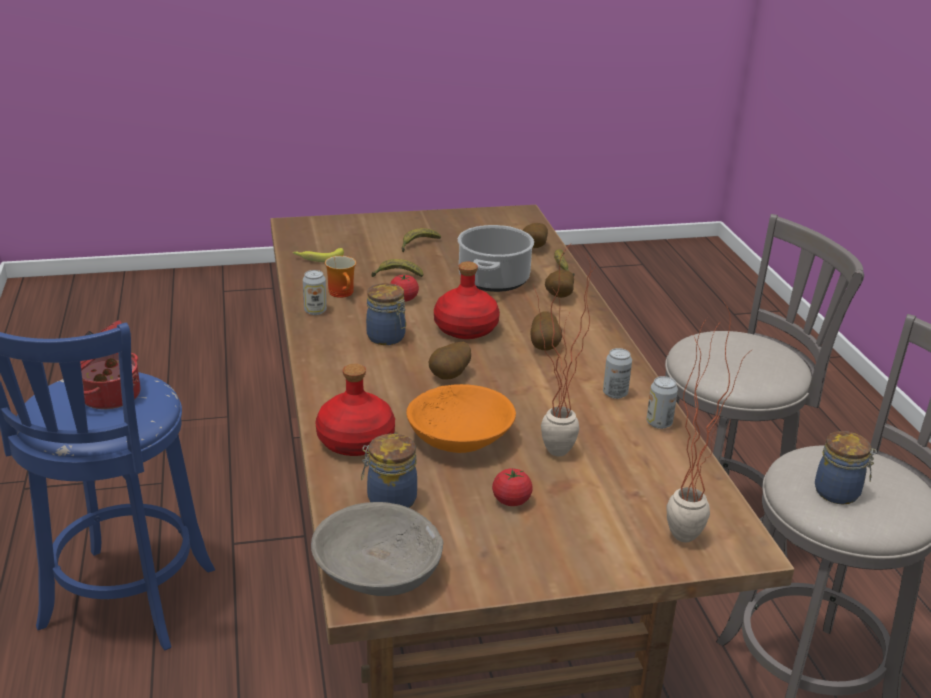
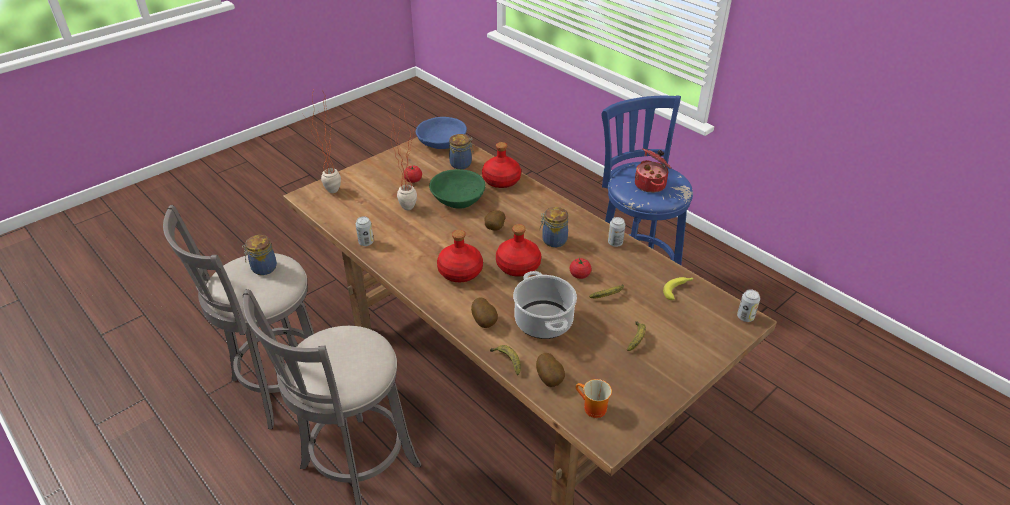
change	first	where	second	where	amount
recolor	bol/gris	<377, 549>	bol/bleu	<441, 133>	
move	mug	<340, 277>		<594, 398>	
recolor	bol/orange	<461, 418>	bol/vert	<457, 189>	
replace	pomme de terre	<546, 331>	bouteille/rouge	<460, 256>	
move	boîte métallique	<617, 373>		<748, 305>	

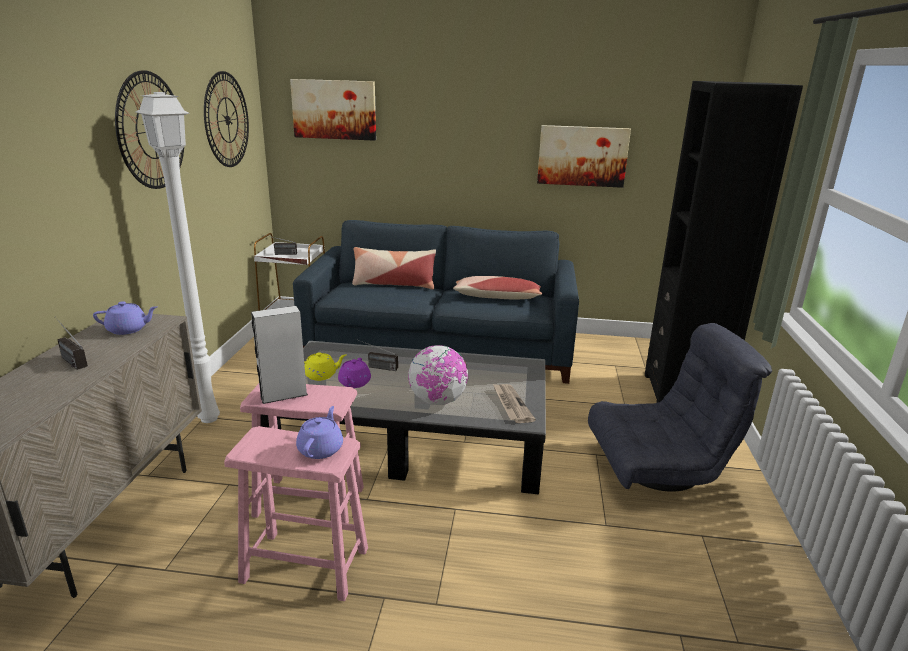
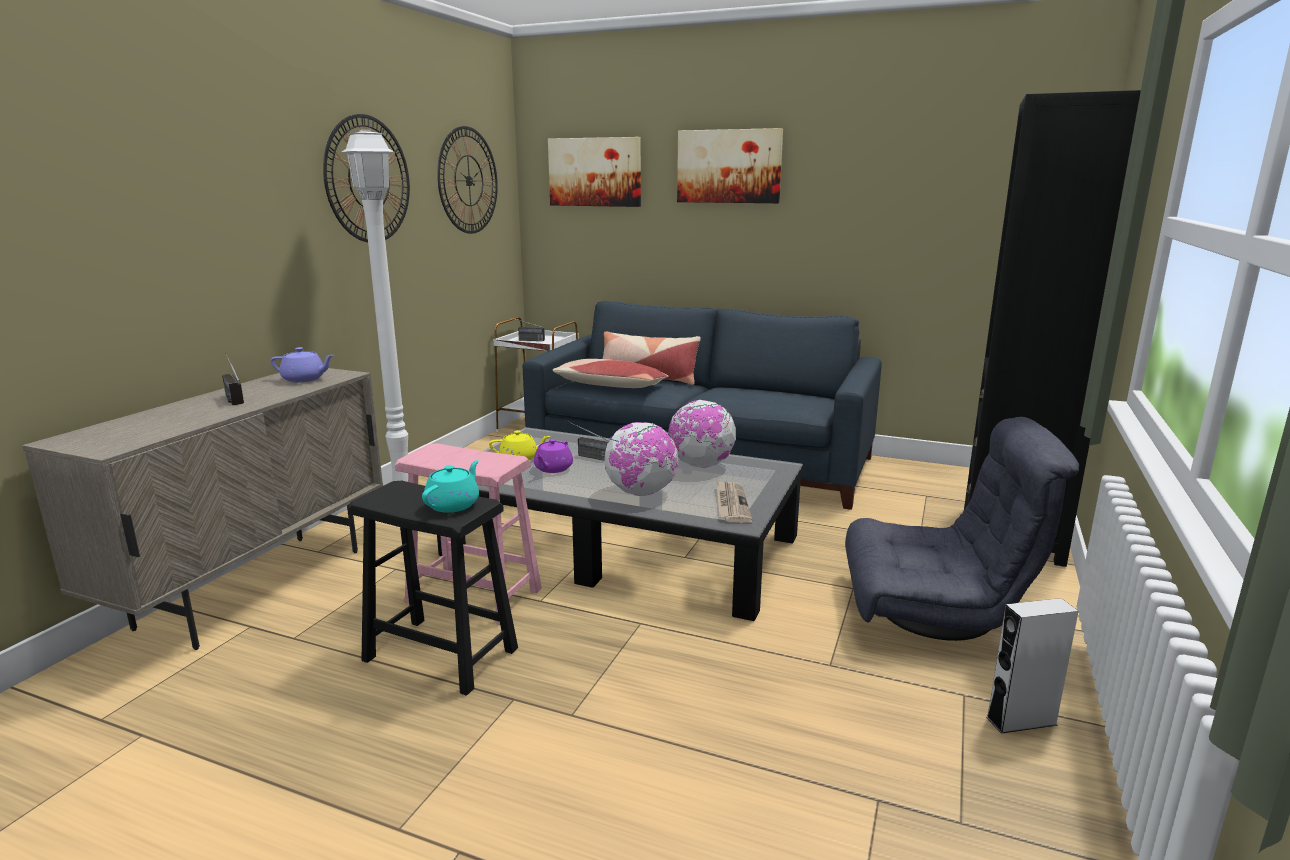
change	first	where	second	where	amount
recolor	tabouret/rose	<296, 513>	tabouret/noir	<433, 588>	
move	enceinte/gris	<279, 355>		<1032, 666>	
recolor	théière/violet	<319, 432>	théière/turquoise	<450, 486>	
move	coussin	<497, 287>		<610, 373>	
move	tableau	<584, 156>		<730, 165>	
insert			globe	<702, 434>	

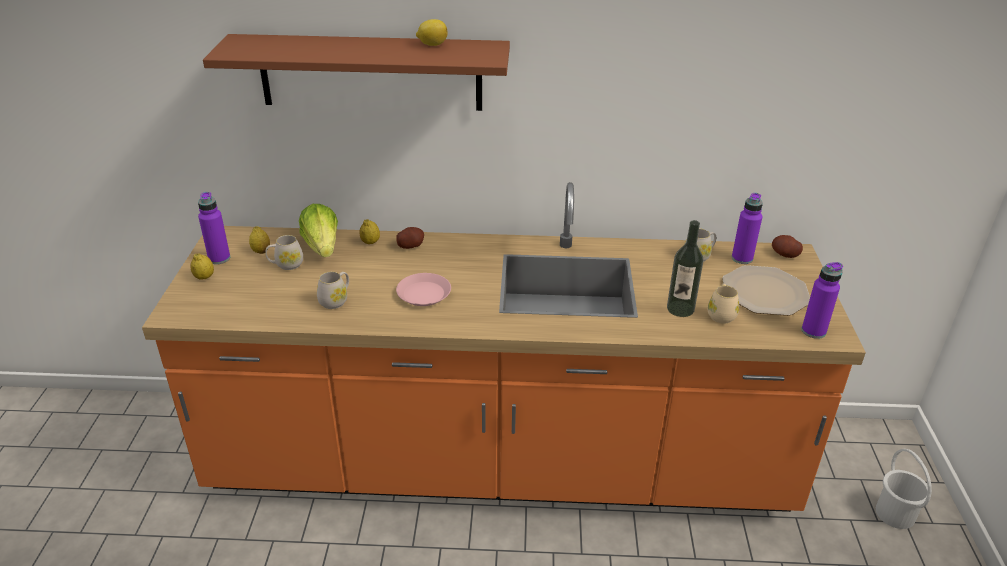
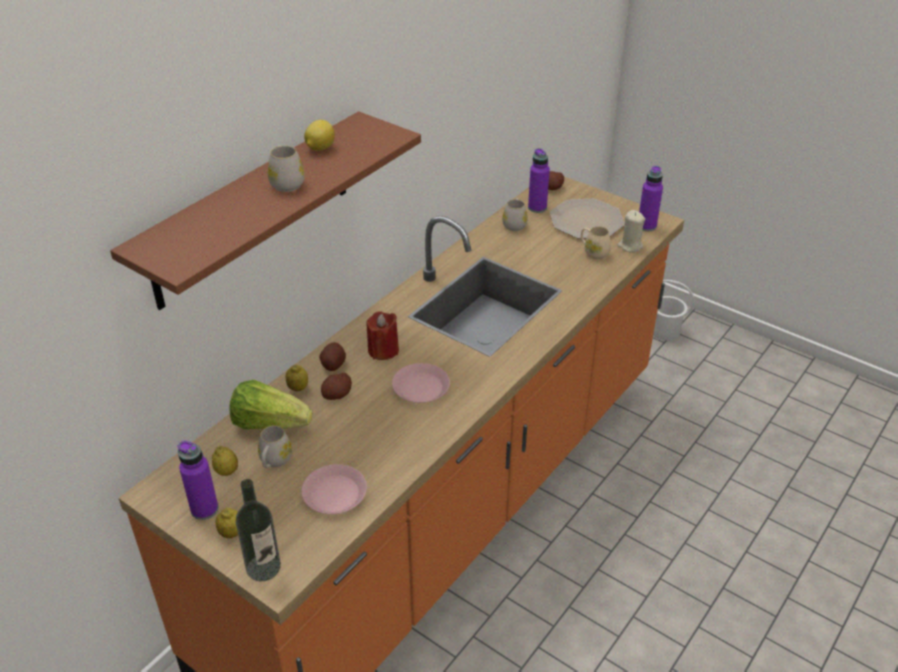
change	first	where	second	where	amount
move	mug/blanc	<333, 290>		<286, 168>	
move	bouteille	<685, 268>		<258, 530>	
insert			assiette/rose	<334, 489>	
insert			pomme de terre	<336, 386>	
insert			bougie/rouge	<382, 335>	
insert			bougie/beige	<631, 231>	

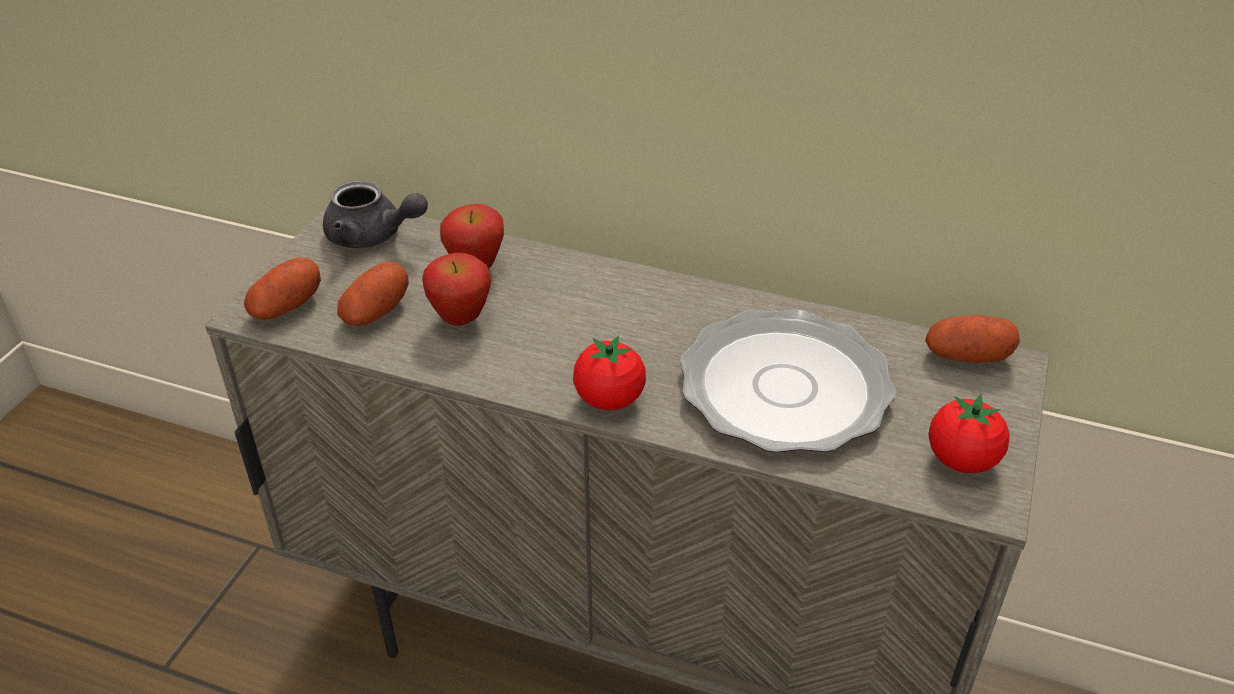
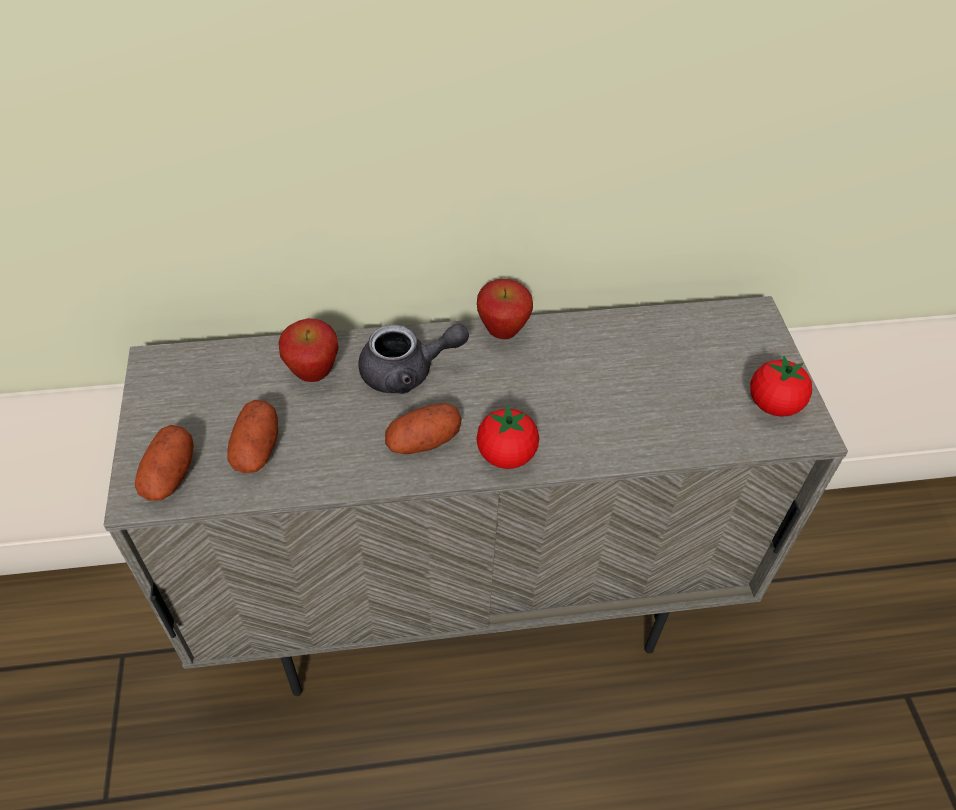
change	first	where	second	where	amount
move	théière/gris	<375, 214>		<413, 359>	
move	pomme	<456, 289>		<505, 309>	
delete	assiette	<788, 381>			
move	pomme de terre	<972, 339>		<423, 428>	

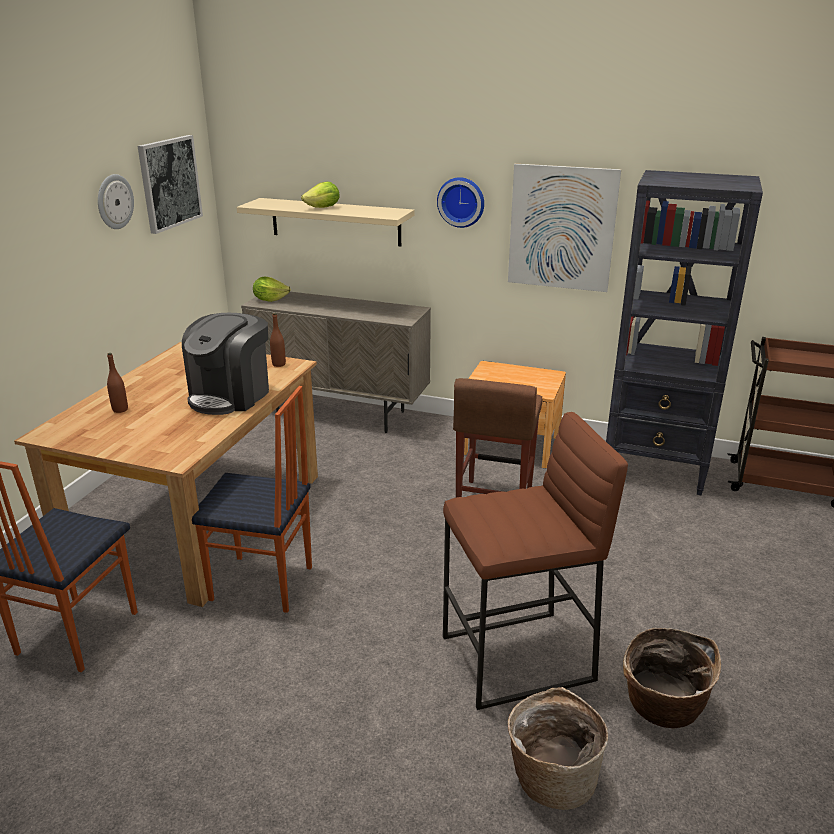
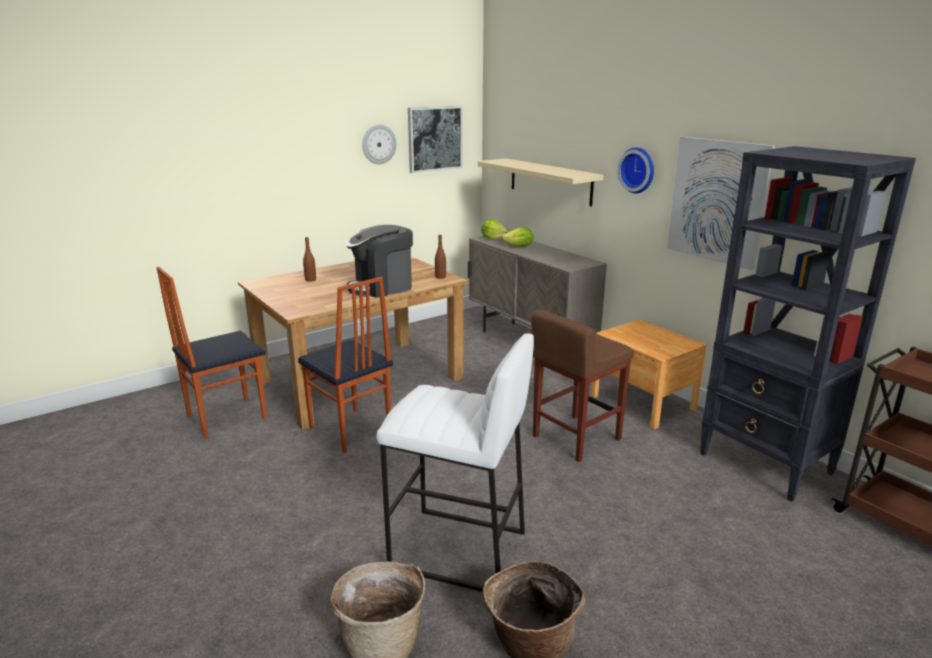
change	first	where	second	where	amount
move	laitue	<320, 195>		<518, 237>	
recolor	tabouret/marron	<535, 561>	tabouret/blanc	<455, 462>	

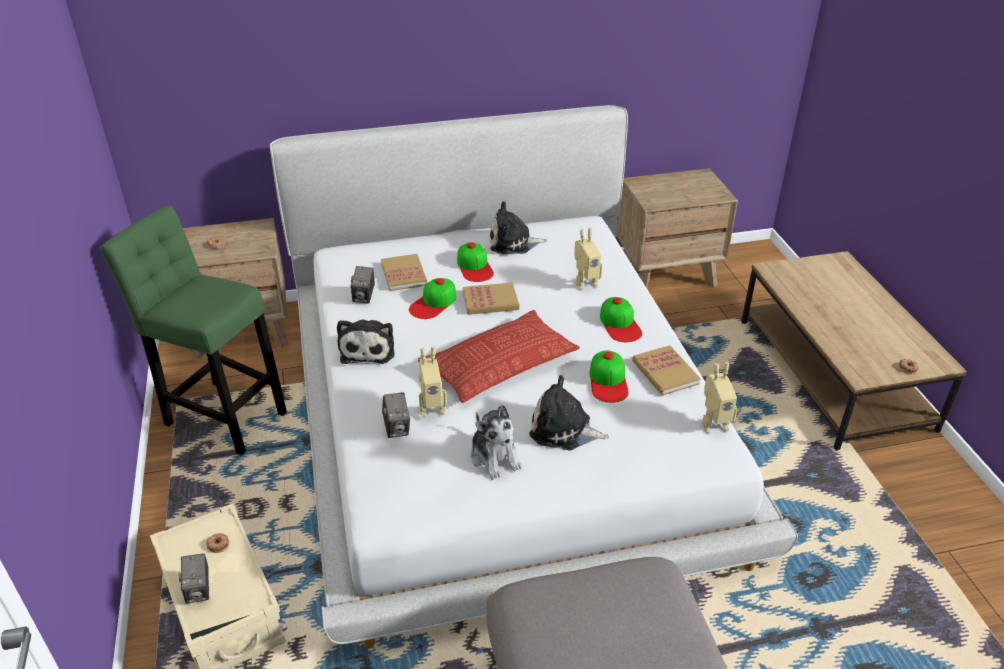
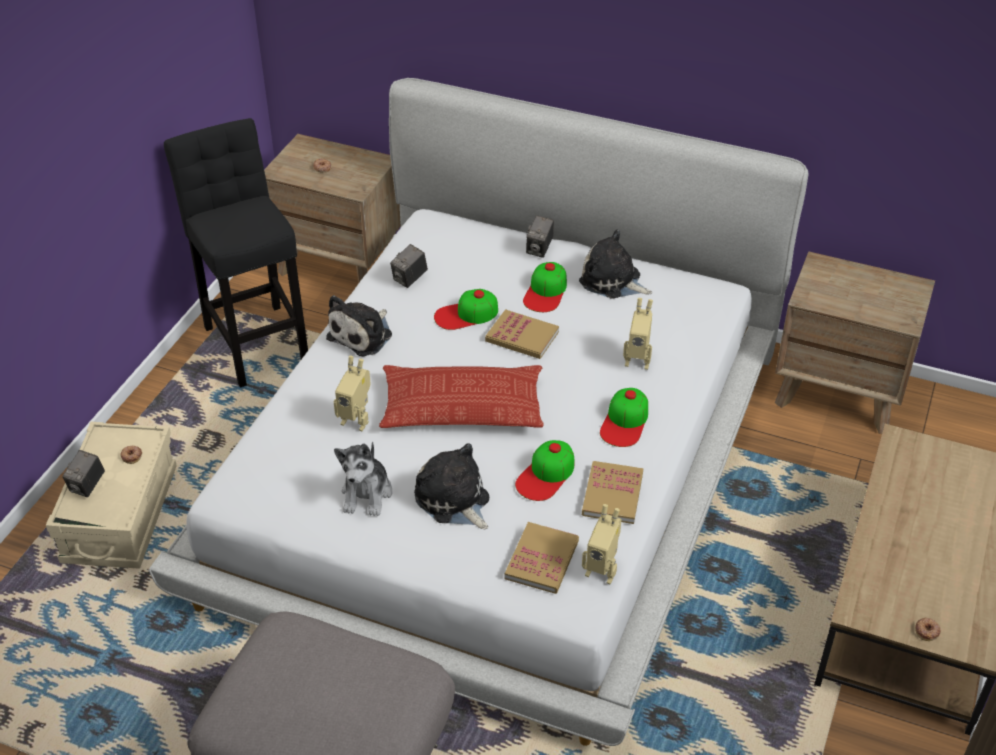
change	first	where	second	where	amount
recolor	tabouret/vert	<193, 330>	tabouret/noir	<236, 252>	
move	livre	<404, 272>		<542, 558>	
move	appareil photo	<396, 415>		<540, 236>	

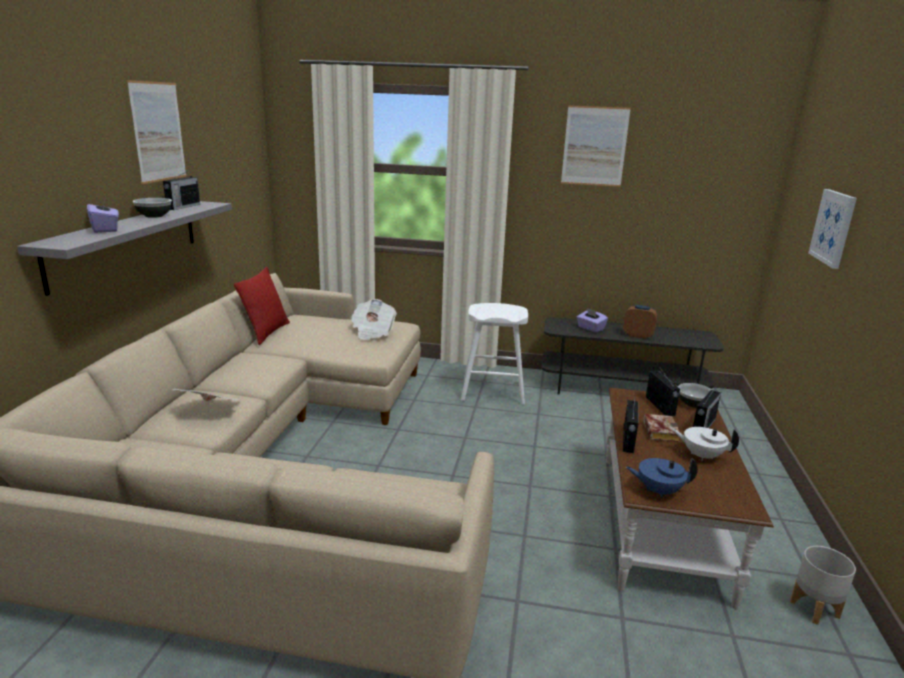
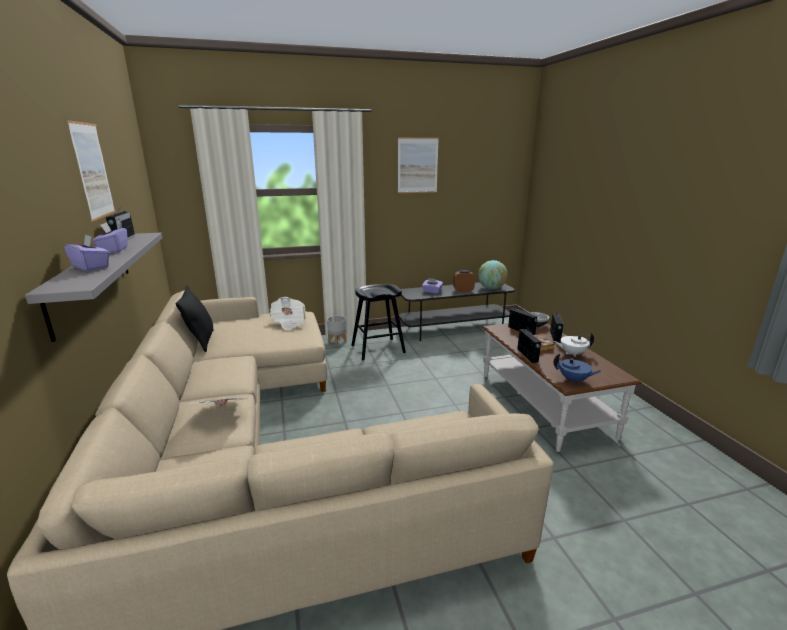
change	first	where	second	where	amount
replace	bol	<152, 208>	boîte à mouchoirs/violet	<110, 237>	
recolor	coussin/rouge	<262, 306>	coussin/noir	<194, 318>	
recolor	tabouret/blanc	<494, 354>	tabouret/noir	<378, 322>	
rotate	théière/bleu	<662, 478>		<577, 368>	135 degrees counterclockwise
move	cache-pot/gris	<823, 585>		<337, 331>	
delete	tableau	<832, 229>			
insert			globe	<493, 274>	

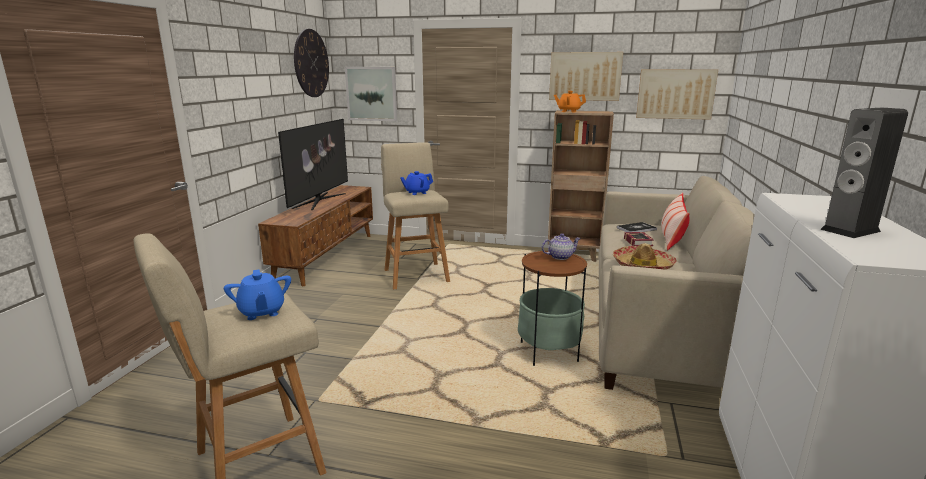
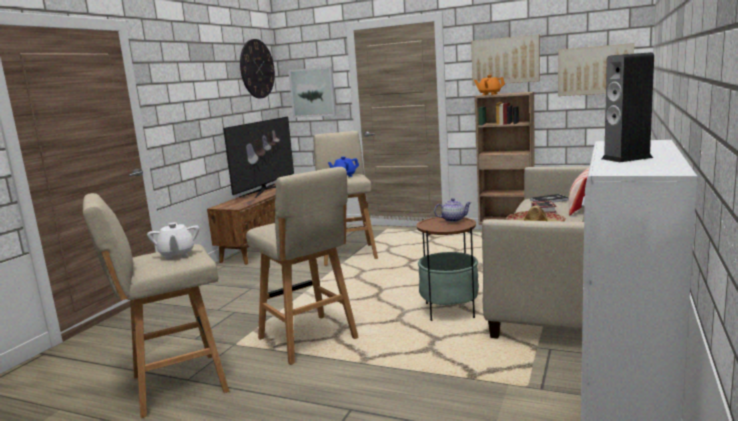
change	first	where	second	where	amount
recolor	théière/bleu	<257, 294>	théière/blanc	<173, 241>	
insert			tabouret/beige	<302, 266>	

